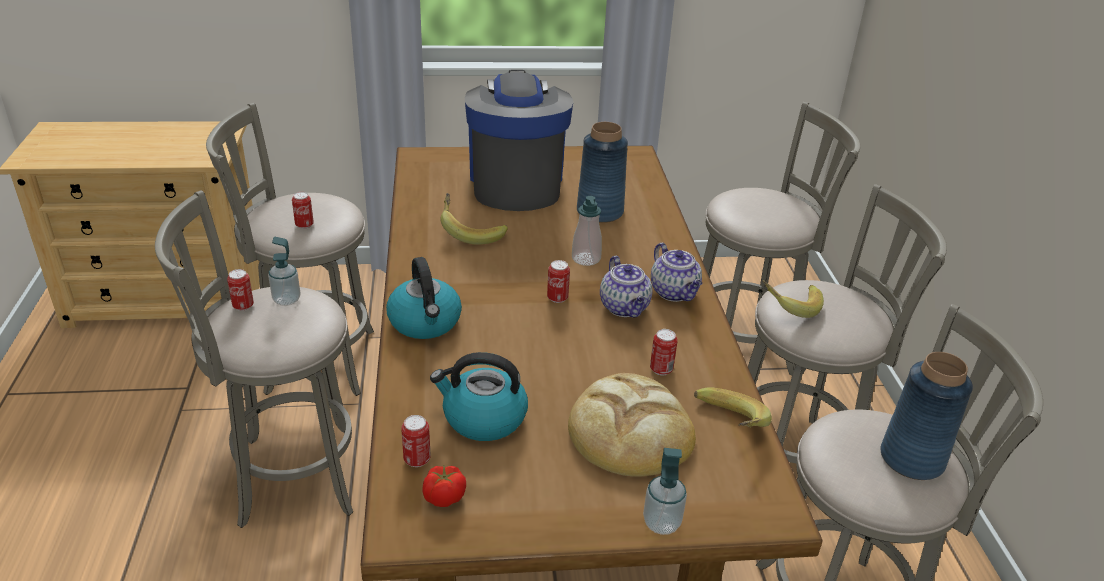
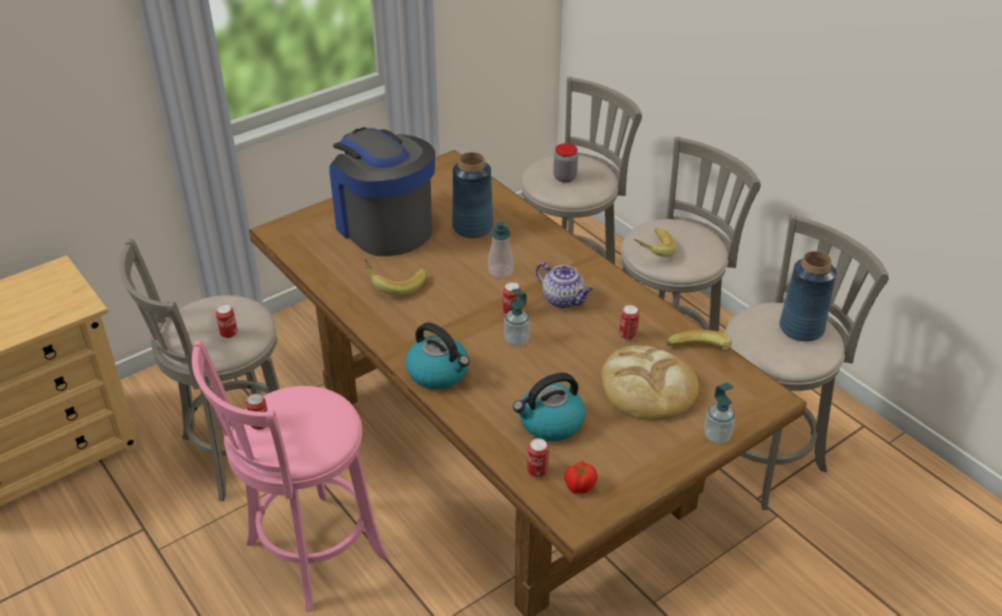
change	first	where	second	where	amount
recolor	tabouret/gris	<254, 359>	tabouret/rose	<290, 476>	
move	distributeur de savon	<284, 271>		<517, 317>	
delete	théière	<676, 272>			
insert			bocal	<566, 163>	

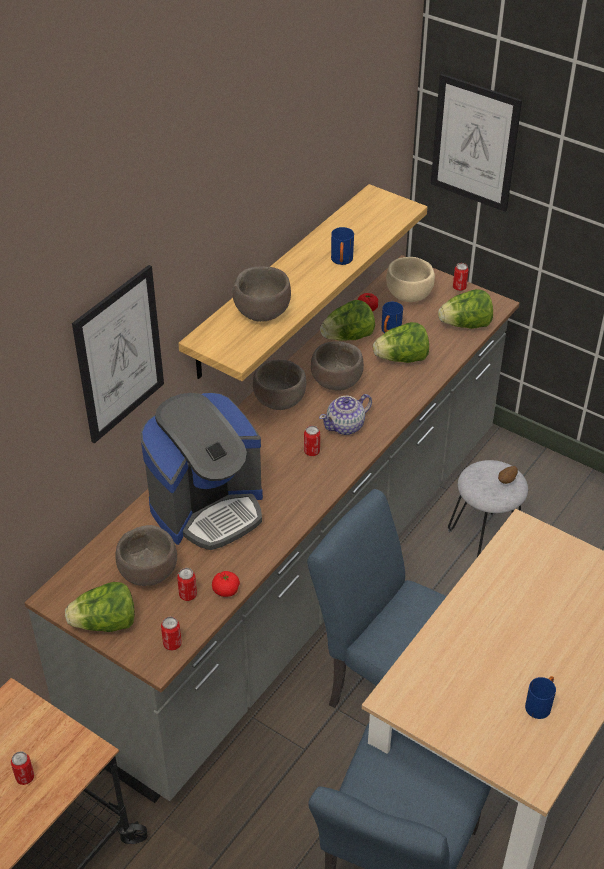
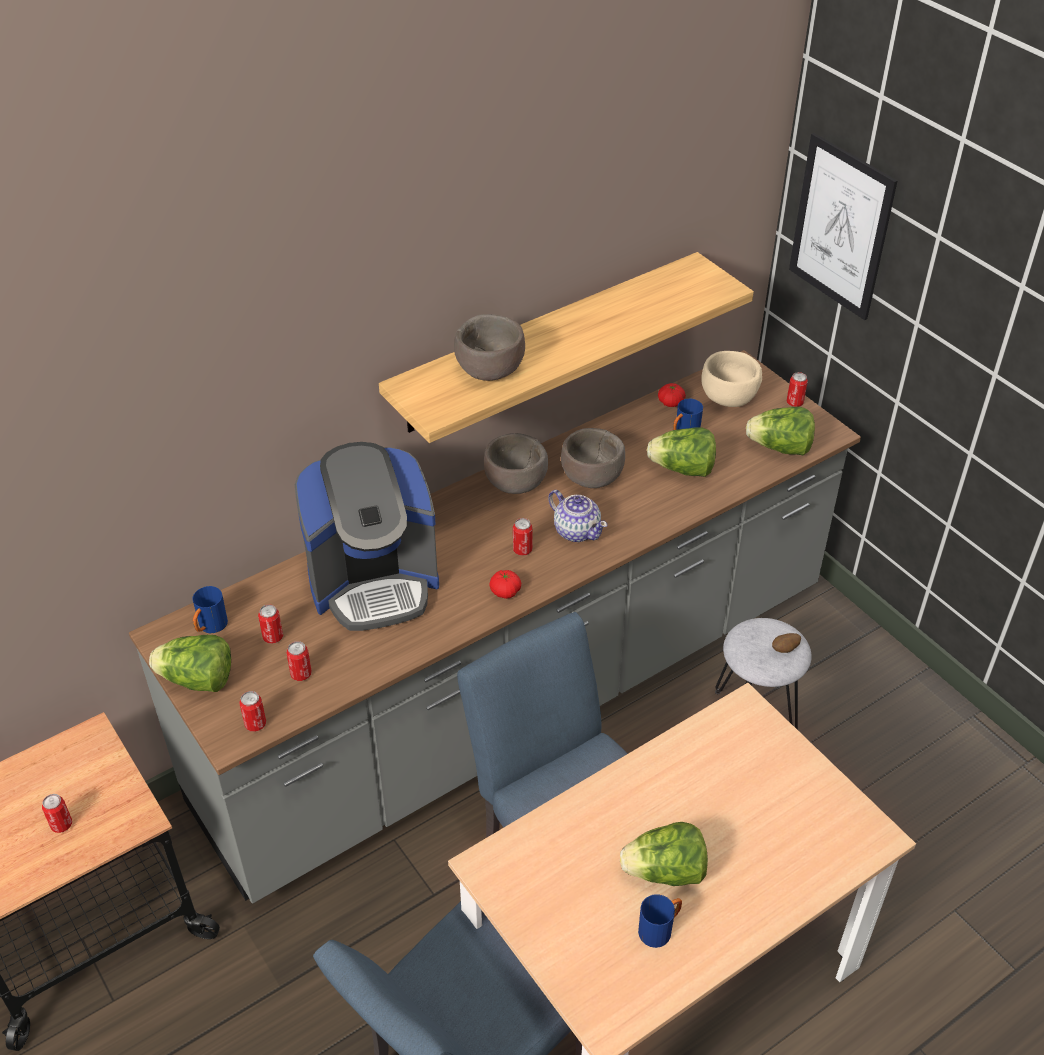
change	first	where	second	where	amount
delete	tableau	<118, 354>			
replace	bol/marron	<146, 555>	boîte métallique	<270, 624>	
move	tomate	<226, 584>		<505, 584>	
rotate	théière	<345, 414>		<578, 516>	120 degrees counterclockwise
move	laitue	<347, 320>		<664, 854>	
move	mug/bleu	<342, 246>		<210, 609>	

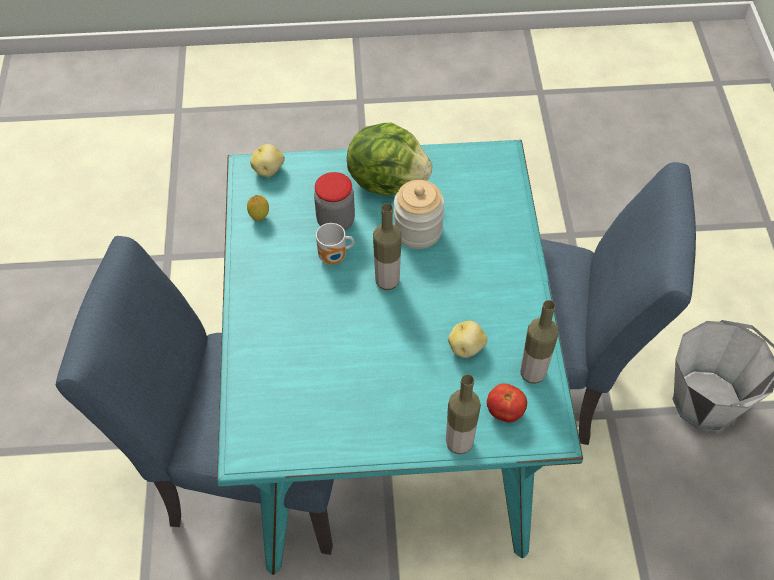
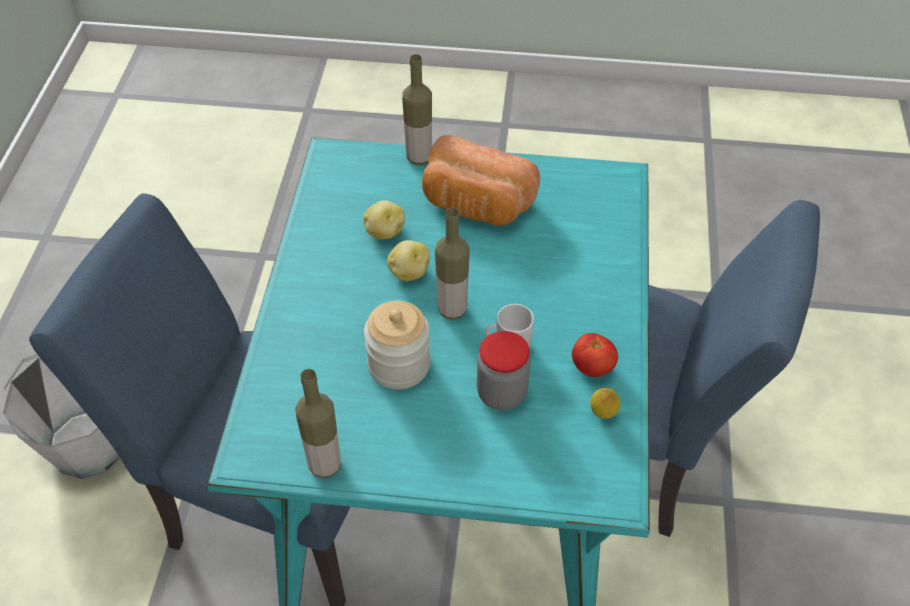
change	first	where	second	where	amount
move	pomme de terre	<267, 160>		<408, 260>	
delete	laitue	<389, 159>			
move	tomate	<507, 403>		<595, 355>	
move	bouteille	<539, 342>		<318, 423>	
insert			pain	<481, 180>	

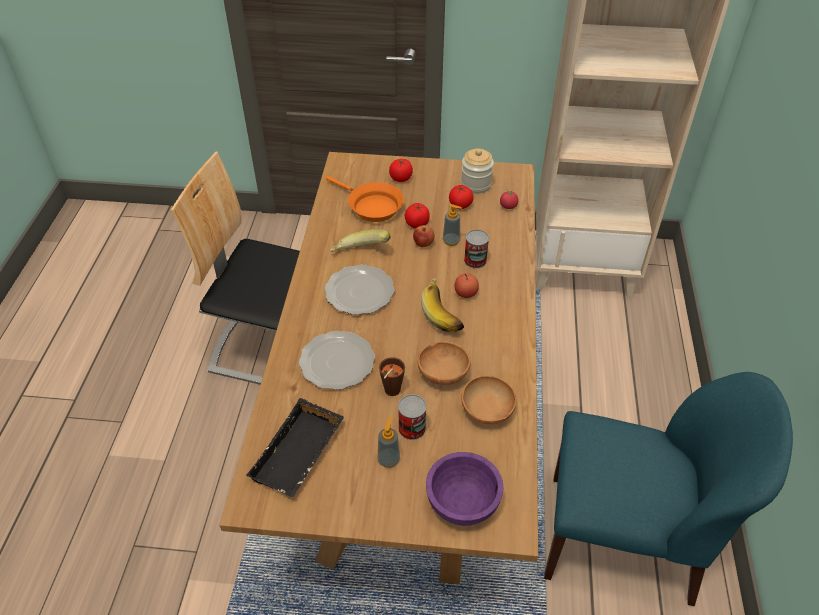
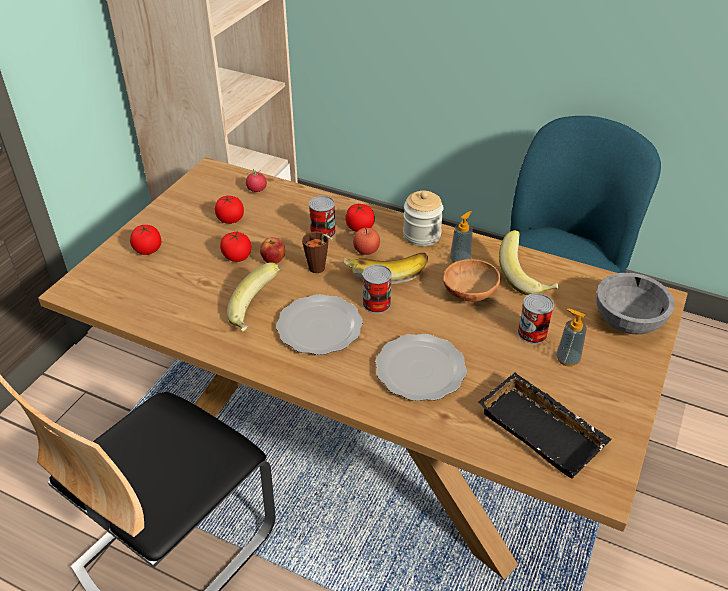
change	first	where	second	where	amount
delete	poêle/orange	<365, 199>			
move	tasse/marron	<392, 376>		<317, 252>	
recolor	bol/violet	<465, 489>	bol/gris	<635, 304>	
move	distributeur de savon	<452, 225>		<461, 237>	
move	bocal	<477, 171>		<423, 218>	
replace	bol/marron	<488, 399>	banane	<529, 262>	
insert			tomate	<360, 218>	
insert			boîte métallique	<377, 289>	

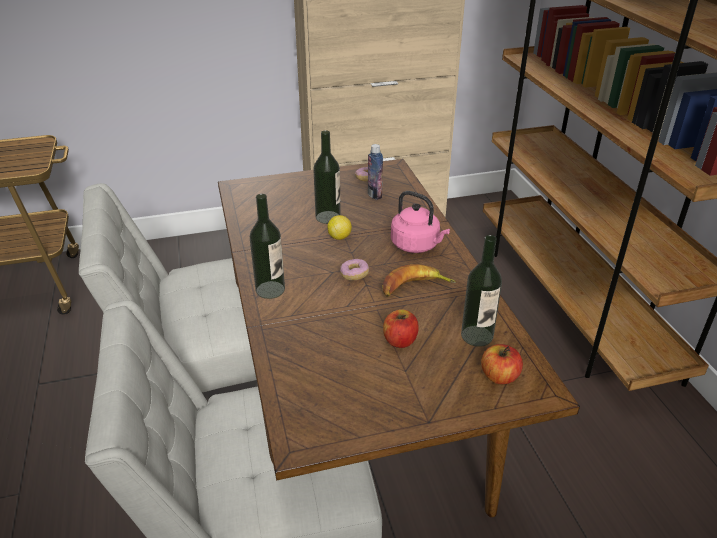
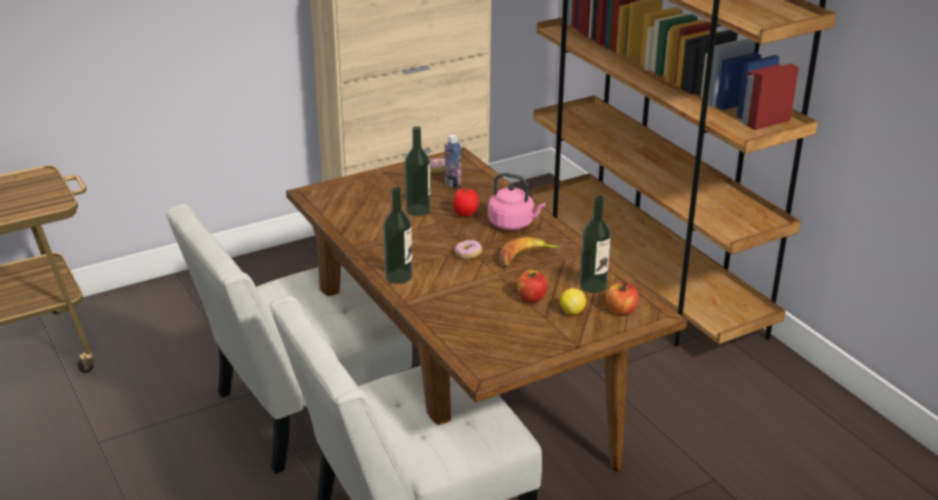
change	first	where	second	where	amount
move	citron	<340, 227>		<573, 301>	
insert			tomate	<466, 202>	

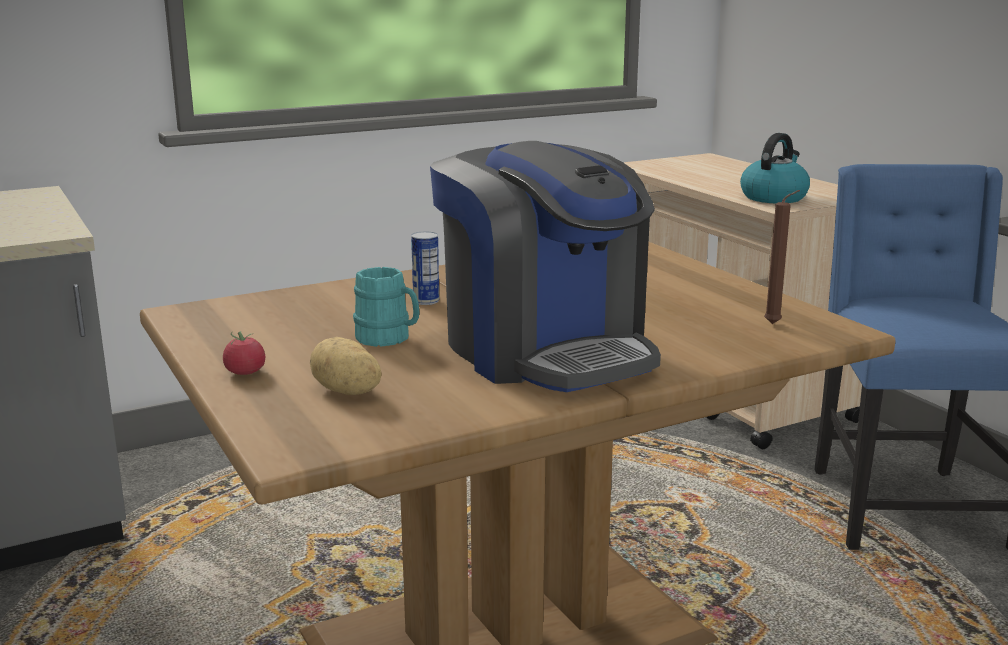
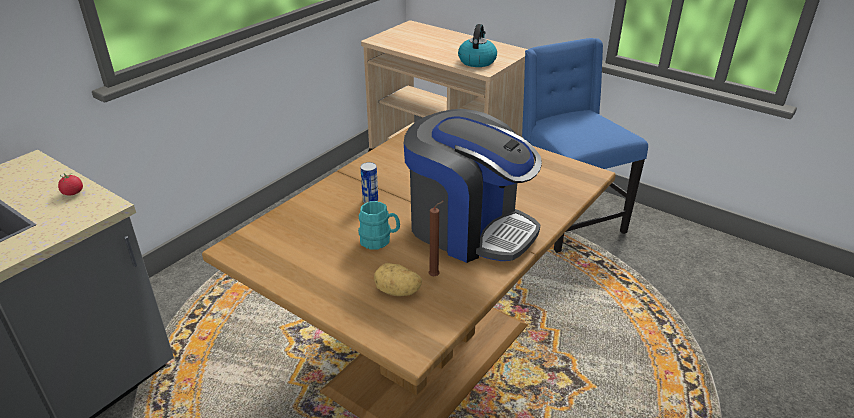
change	first	where	second	where	amount
move	tomate	<244, 353>		<70, 184>	
move	bougie/marron	<782, 257>		<436, 238>	

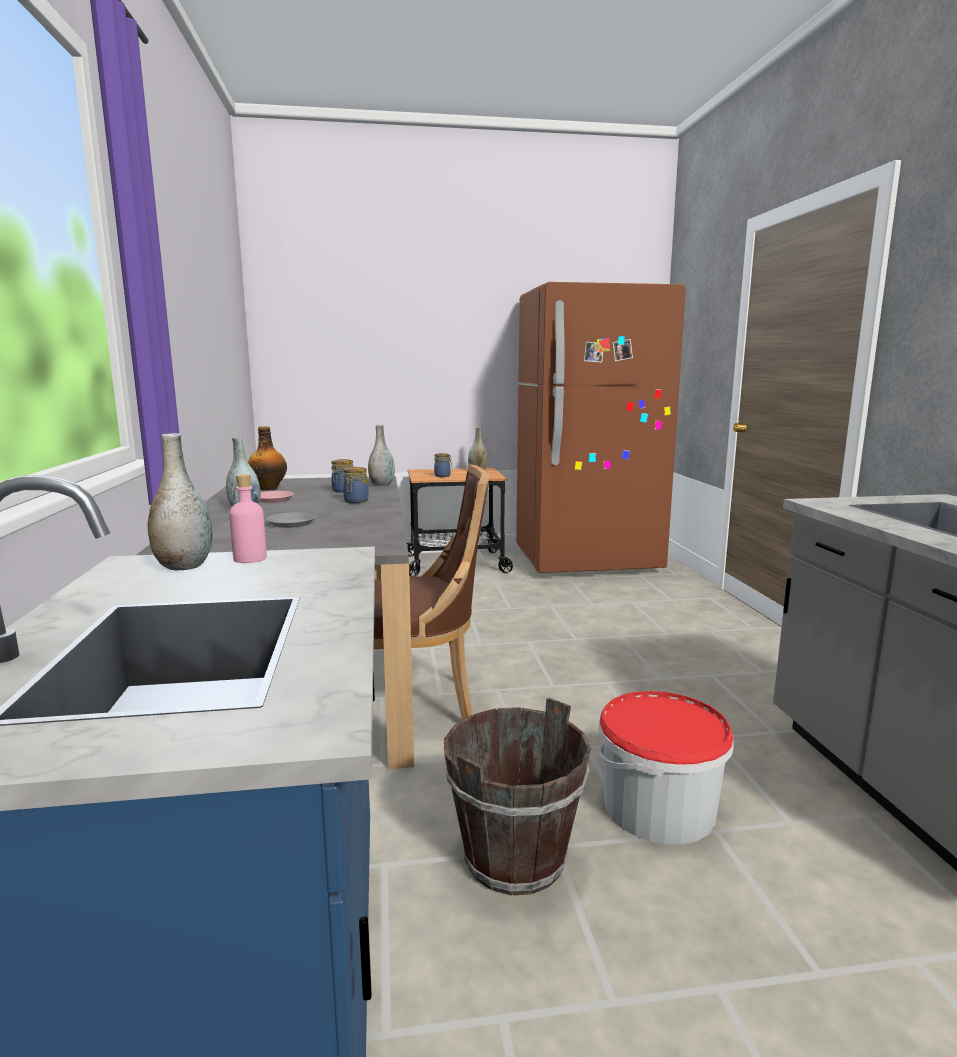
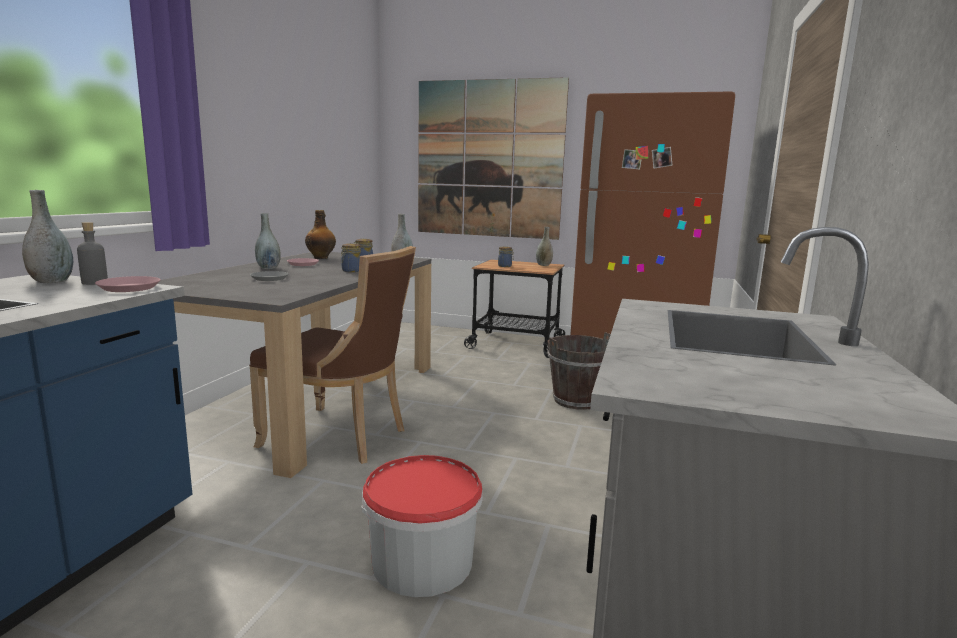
change	first	where	second	where	amount
recolor	bouteille/rose	<248, 518>	bouteille/gris	<92, 253>	
move	seau/marron	<517, 796>		<579, 371>	
insert			assiette/rose	<128, 284>	
insert			tableau	<493, 158>	

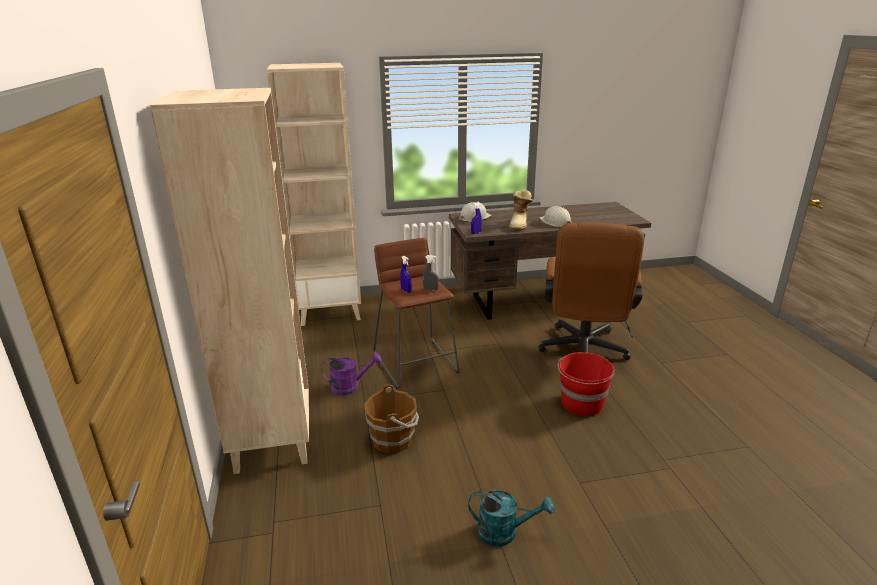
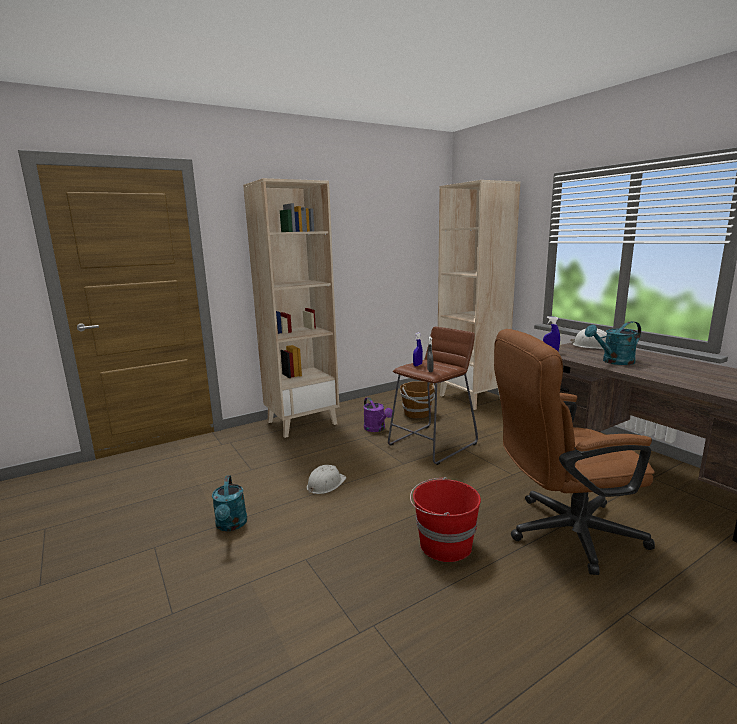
change	first	where	second	where	amount
move	seau/marron	<391, 419>		<417, 399>	
replace	botte	<521, 210>	arrosoir/turquoise	<613, 343>	
move	casque de chantier/blanc	<555, 216>		<326, 479>	

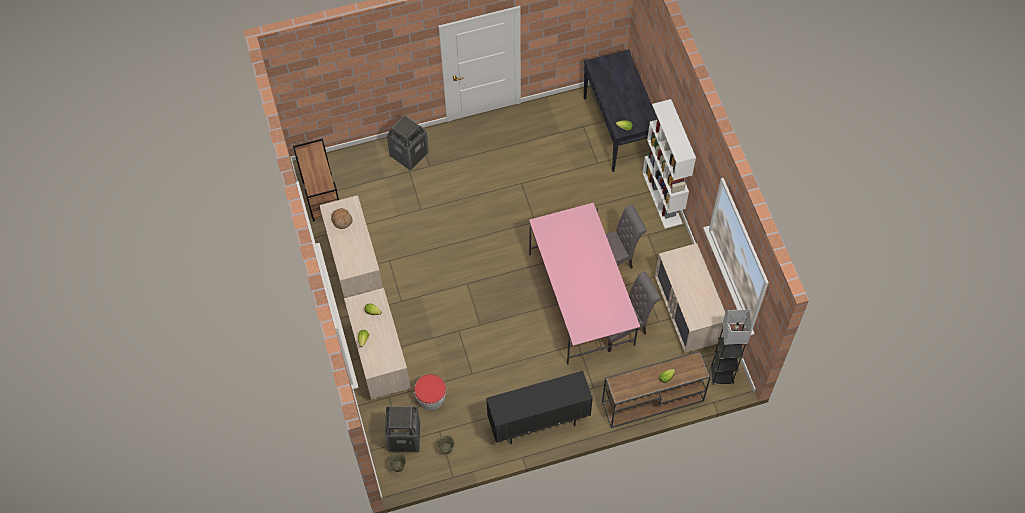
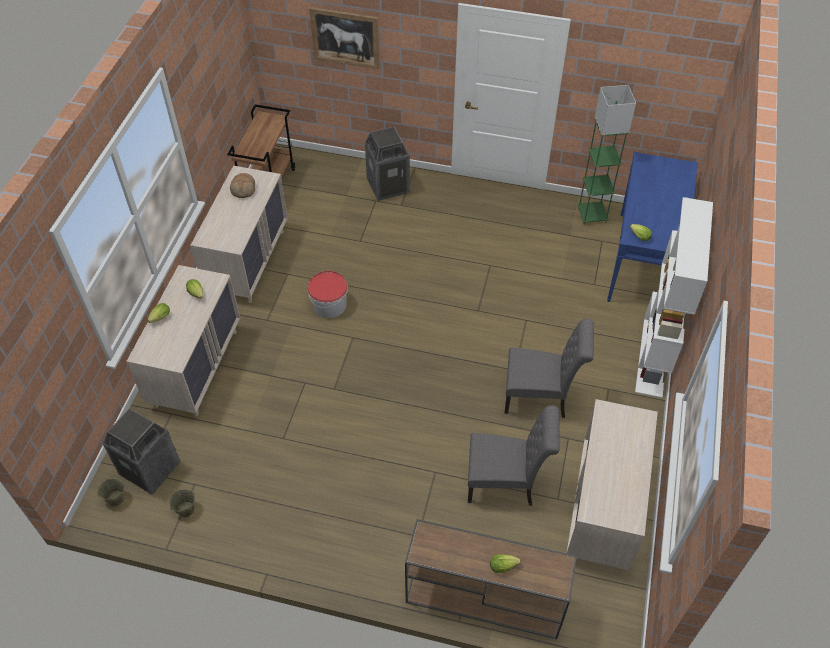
change	first	where	second	where	amount
move	seau	<430, 392>		<328, 294>	
delete	meuble de rangement/noir	<539, 407>			
delete	table à manger/rose	<584, 283>			
recolor	table console/noir	<620, 110>	table console/bleu	<652, 227>	
delete	lampadaire/gris	<731, 347>			
insert			tableau	<344, 38>	
insert			lampadaire/vert	<606, 155>	

